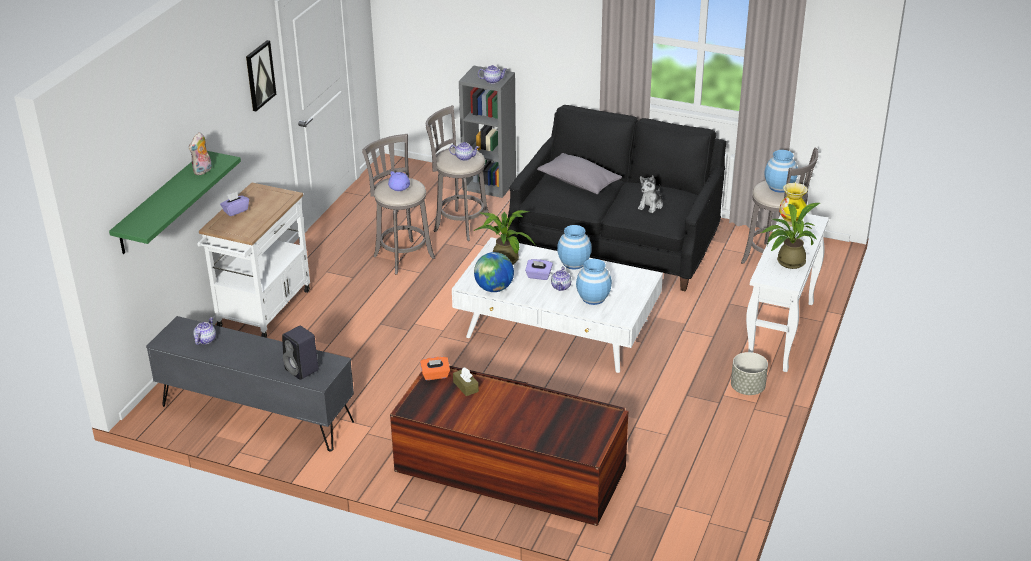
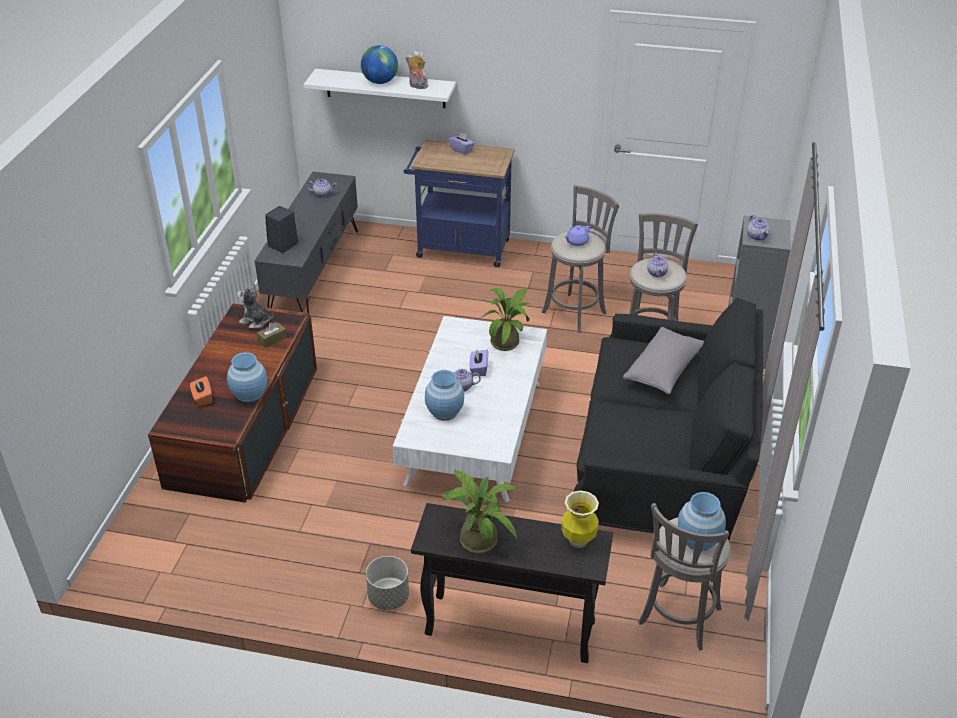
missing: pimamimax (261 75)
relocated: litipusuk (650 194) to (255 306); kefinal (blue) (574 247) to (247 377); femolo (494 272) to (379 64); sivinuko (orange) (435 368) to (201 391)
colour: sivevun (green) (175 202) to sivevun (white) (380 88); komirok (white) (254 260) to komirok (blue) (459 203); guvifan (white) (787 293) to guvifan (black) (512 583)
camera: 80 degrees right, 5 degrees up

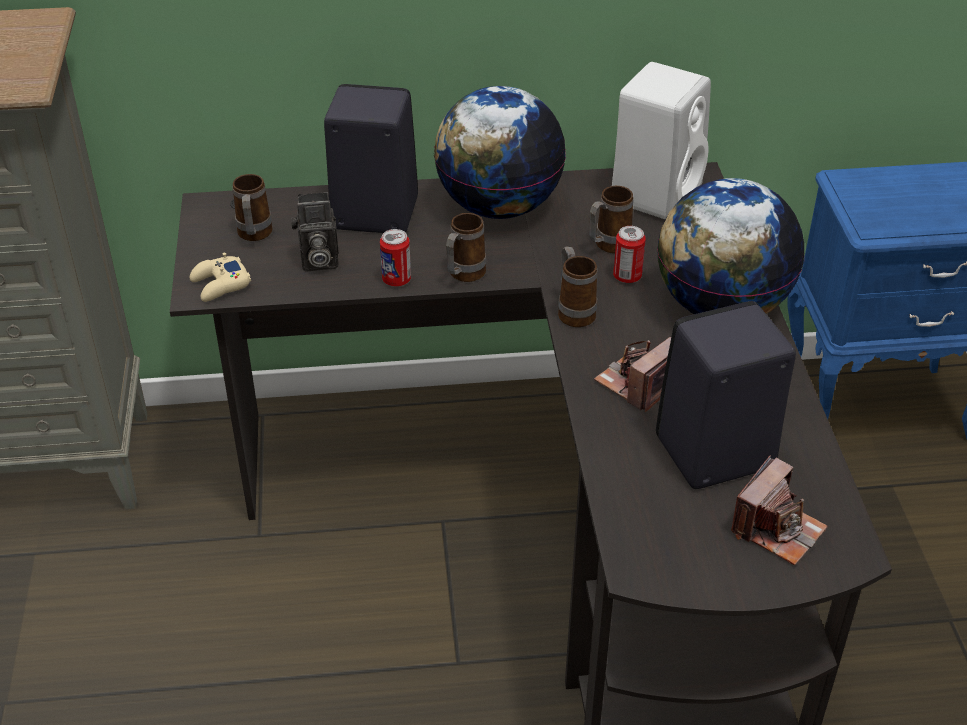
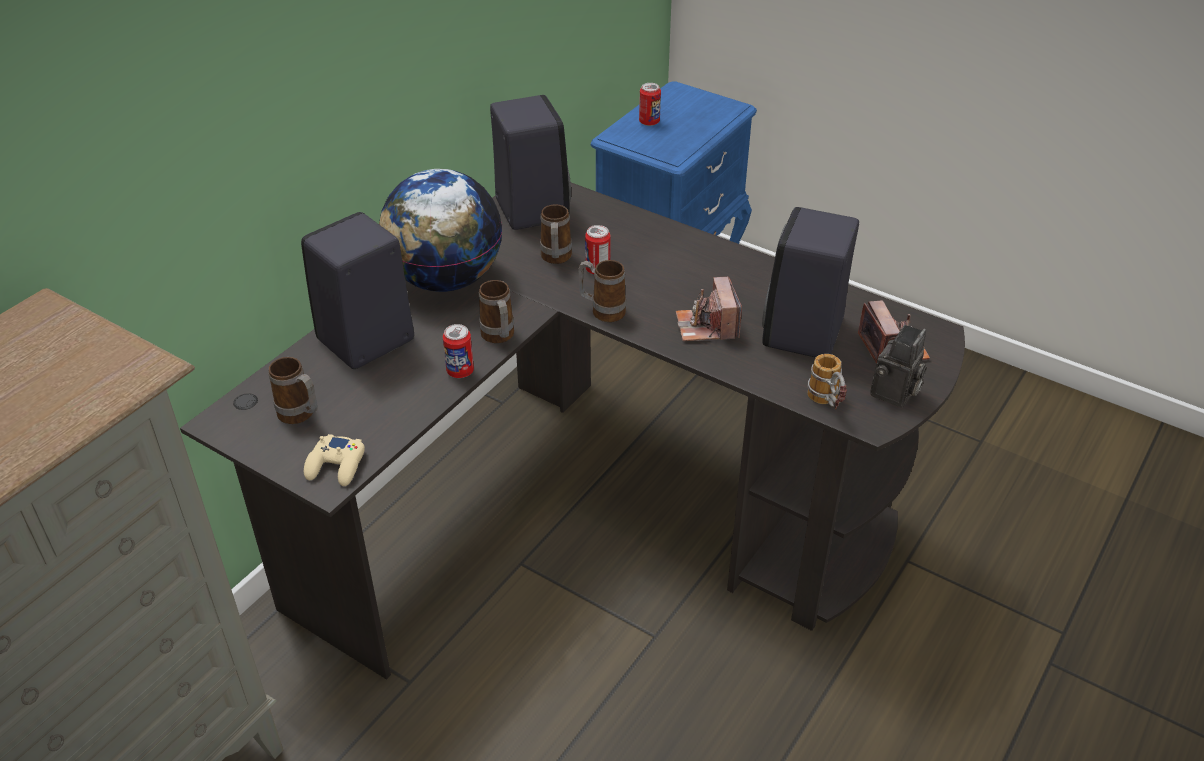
missing: femolo (730 246)
appeared: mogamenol (650 104); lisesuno (827 382)
relocated: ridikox (315 231) to (898 366)
colour: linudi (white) (661 141) to linudi (black) (530 162)
camera: 50 degrees left, 0 degrees up

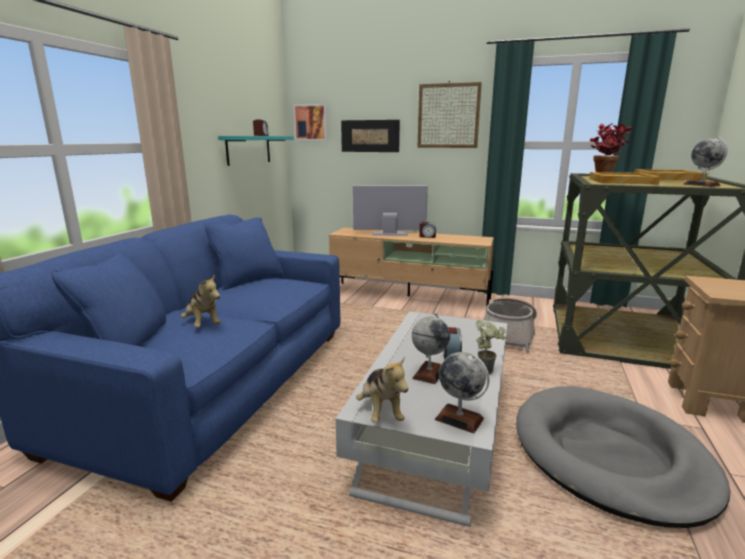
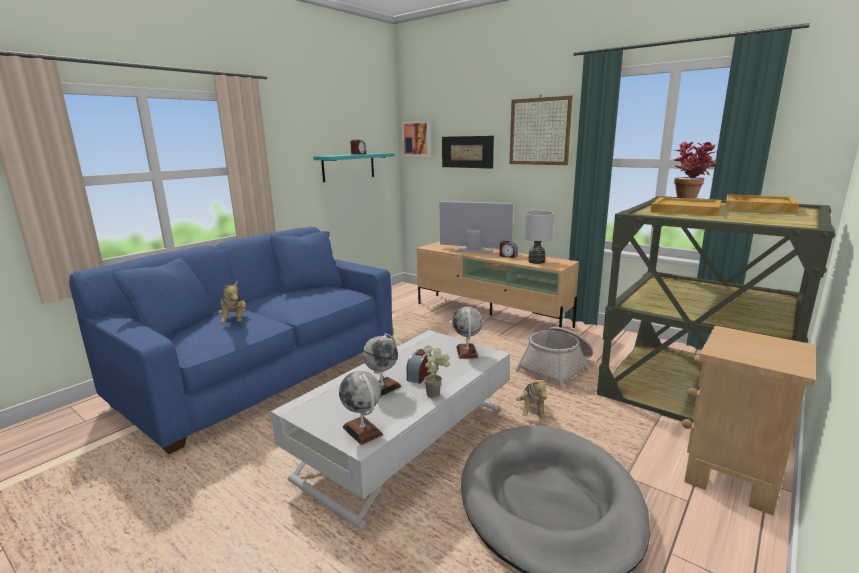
appeared: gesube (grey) (538 237)
relocated: femolo (706 162) to (467 333); litipusuk (382 389) to (531 397)
camera: 20 degrees right, 0 degrees up

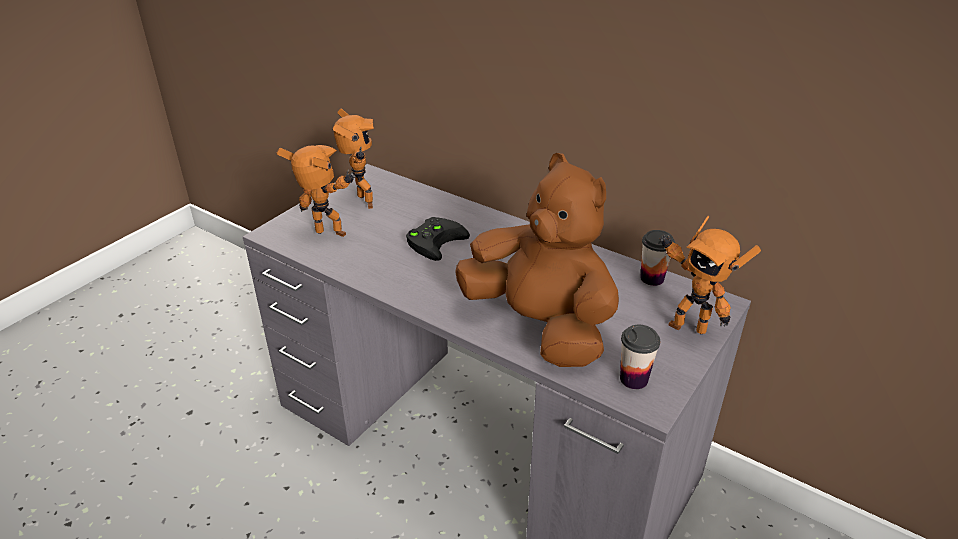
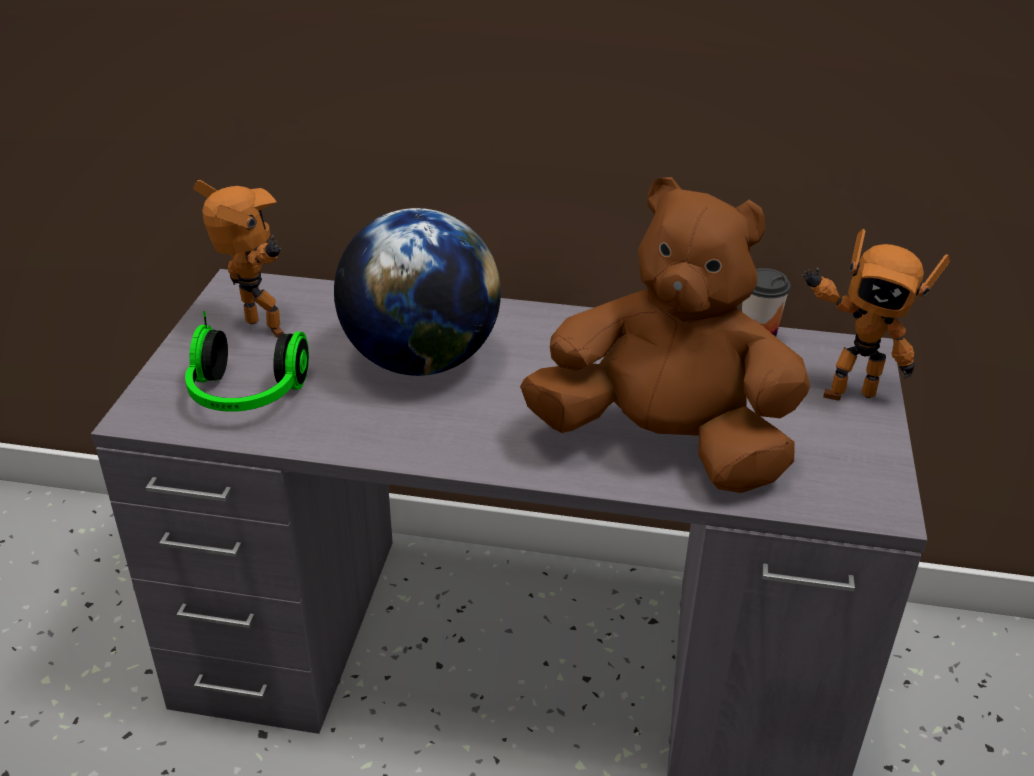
missing: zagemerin (640 357)
exchanged: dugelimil (316 191) to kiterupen (247 361); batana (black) (438 239) to femolo (417 292)
camera: 25 degrees left, 0 degrees up

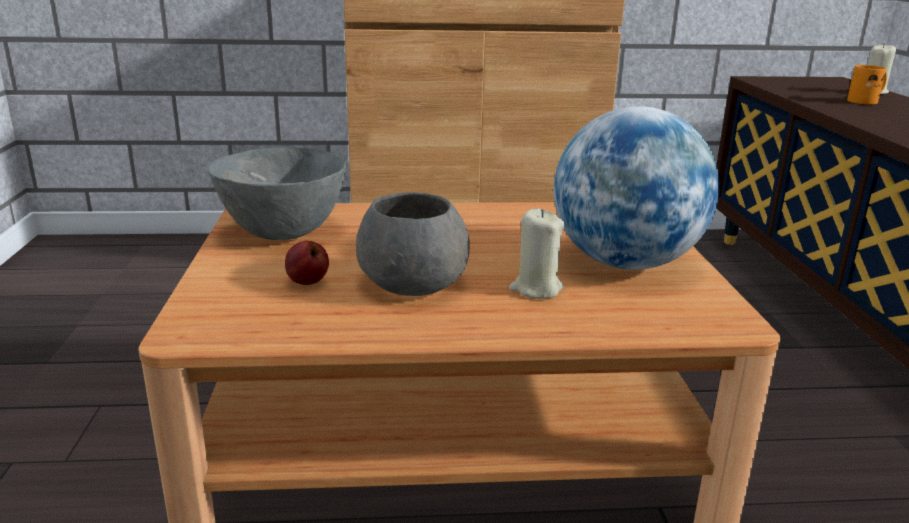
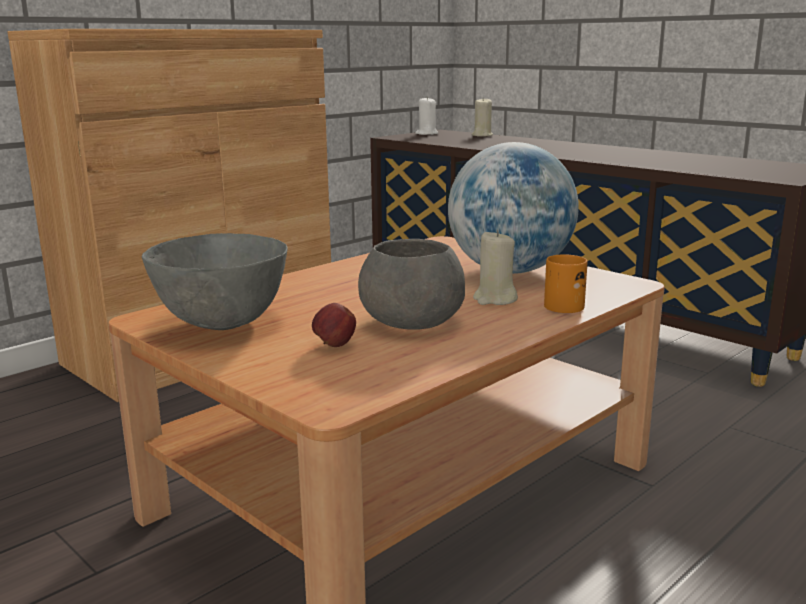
appeared: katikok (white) (426 115)
relocated: lisesuno (orange) (867 84) to (565 283)
camera: 40 degrees left, 5 degrees down

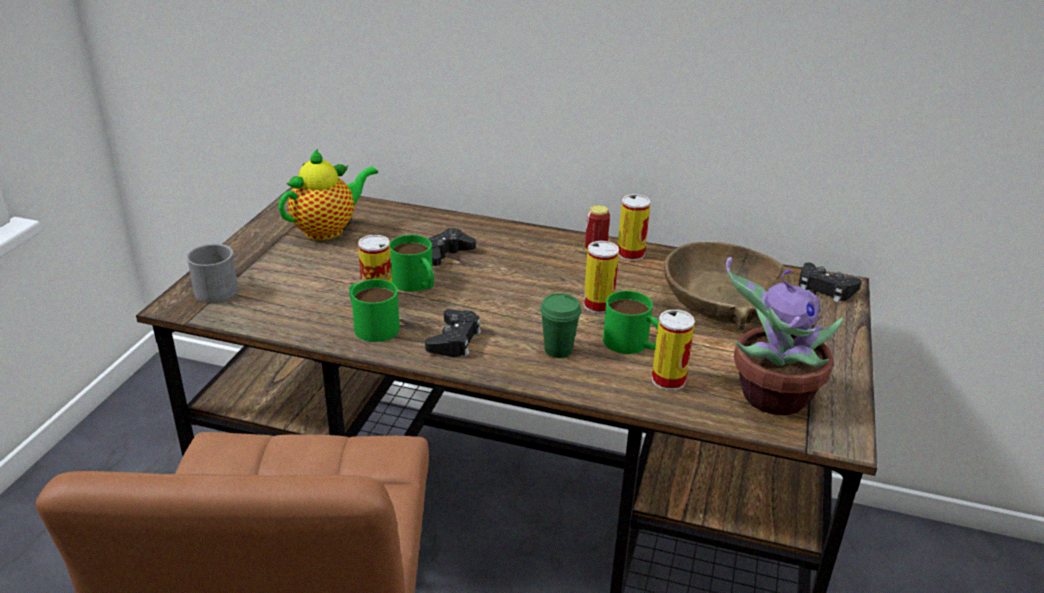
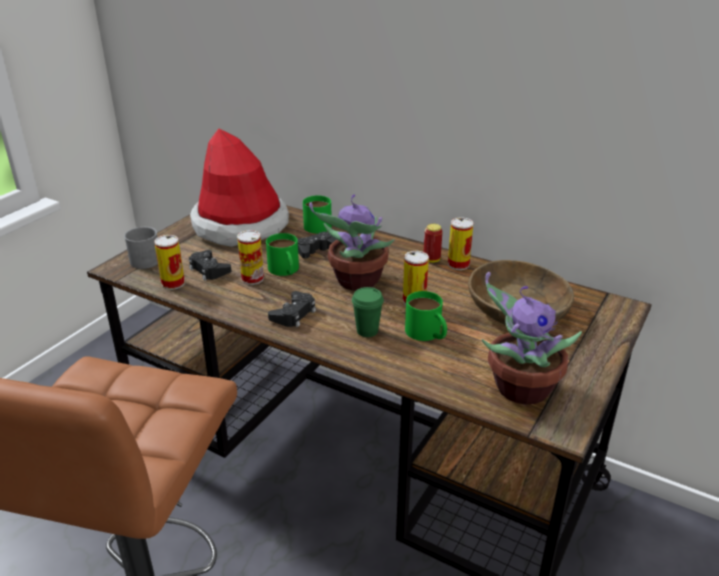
appeared: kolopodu (352 243)
relocated: batana (black) (830 283) to (210 265); lisesuno (green) (374 310) to (317 214); mogamenol (673 350) to (169 262)
exchanged: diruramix (328 194) to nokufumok (239 188)
camera: 15 degrees right, 0 degrees up

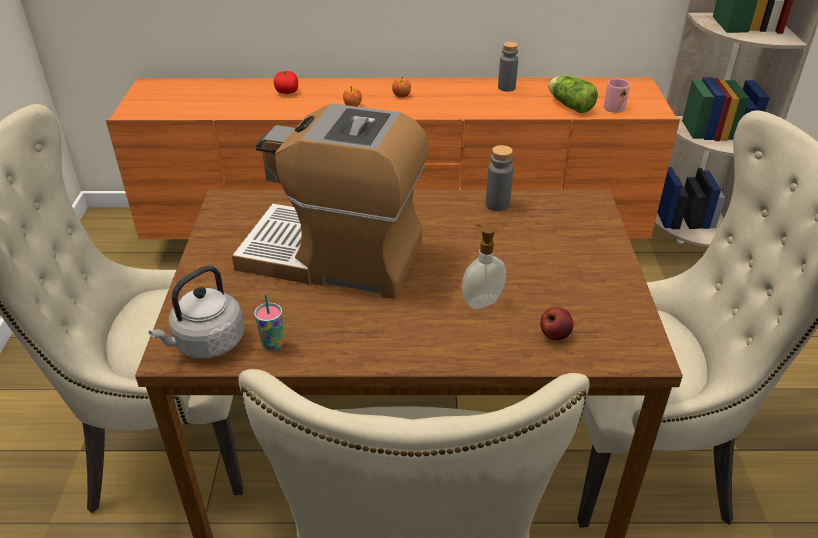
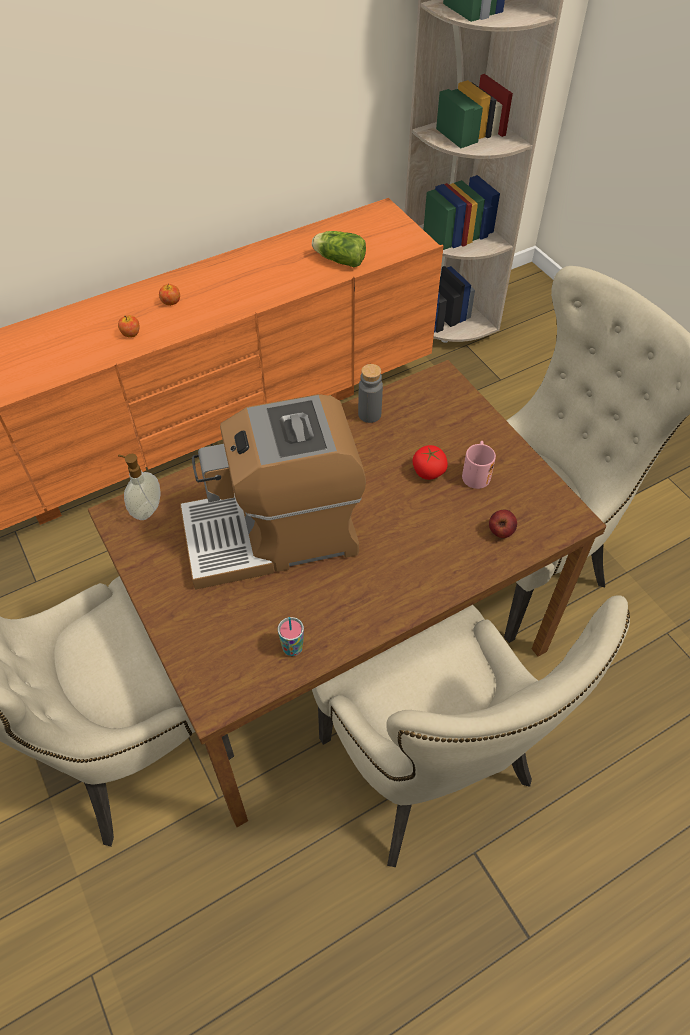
missing: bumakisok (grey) (508 66); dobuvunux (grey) (196 312)
relocated: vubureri (286 82) to (430 462); lisesuno (pink) (617 96) to (479 465); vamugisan (484 266) to (139 487)
camera: 30 degrees left, 15 degrees up

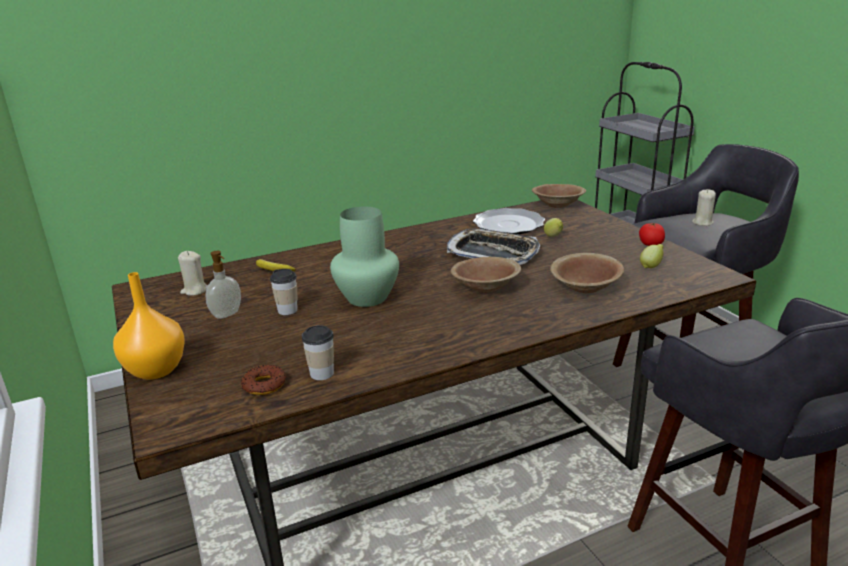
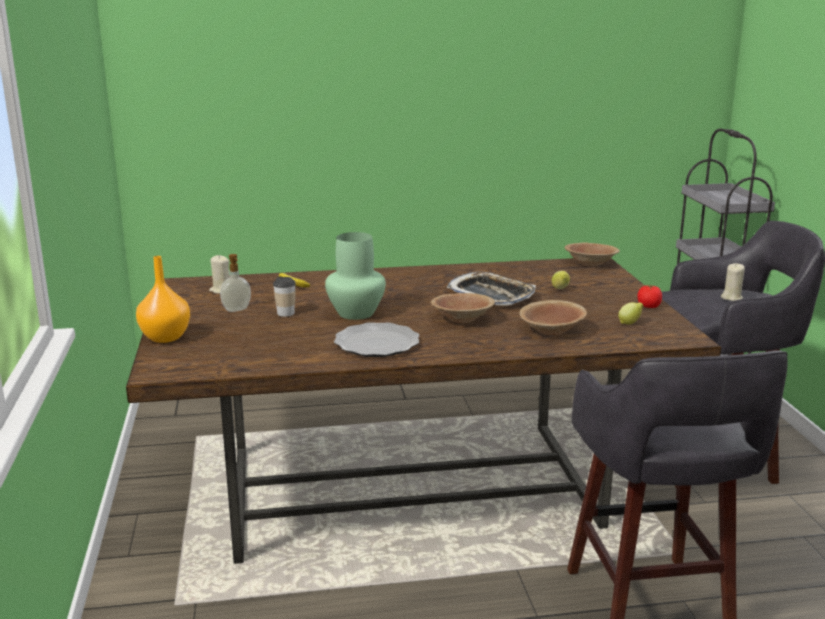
missing: zagemerin (318 352); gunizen (263 380)
relocated: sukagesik (509 221) to (376 339)
camera: 15 degrees right, 5 degrees down

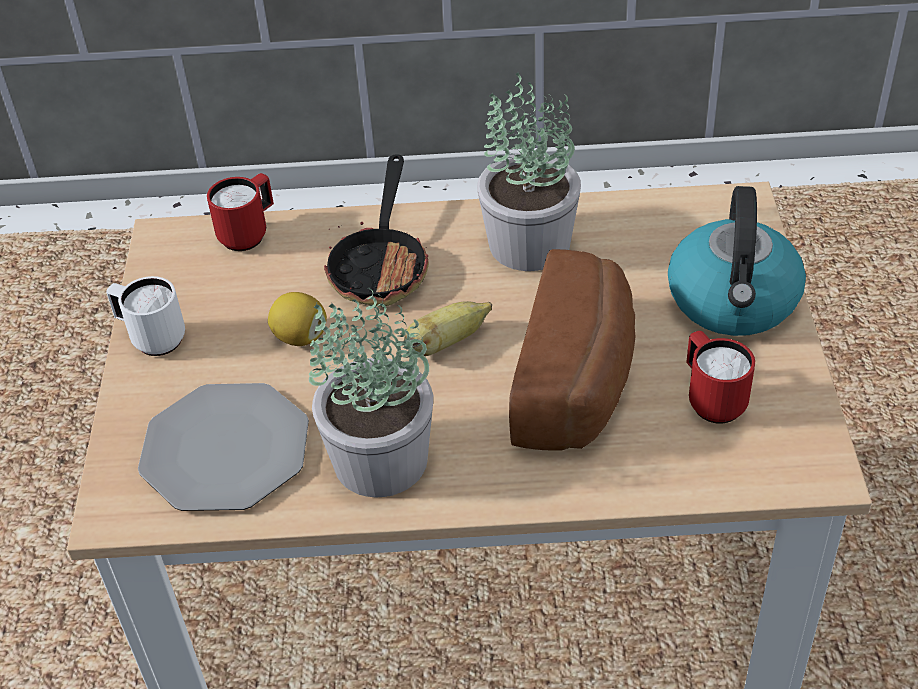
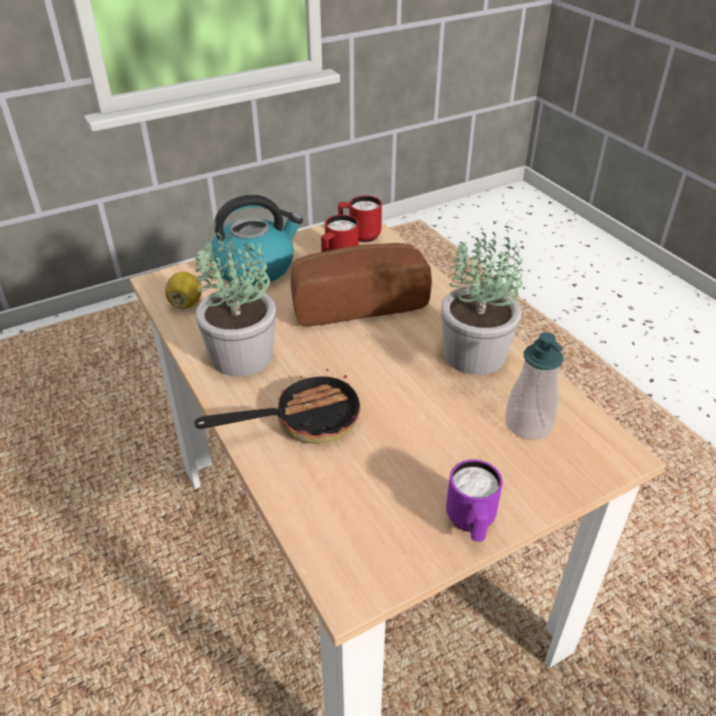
missing: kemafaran (448 328)
relocated: lisesuno (red) (240 212) to (360 219); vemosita (297 319) to (183 290)
exchanged: sukagesik (223 447) to vamugisan (534 386)
colour: lisesuno (white) (145 316) to lisesuno (purple) (474 500)
camera: 120 degrees left, 5 degrees down

